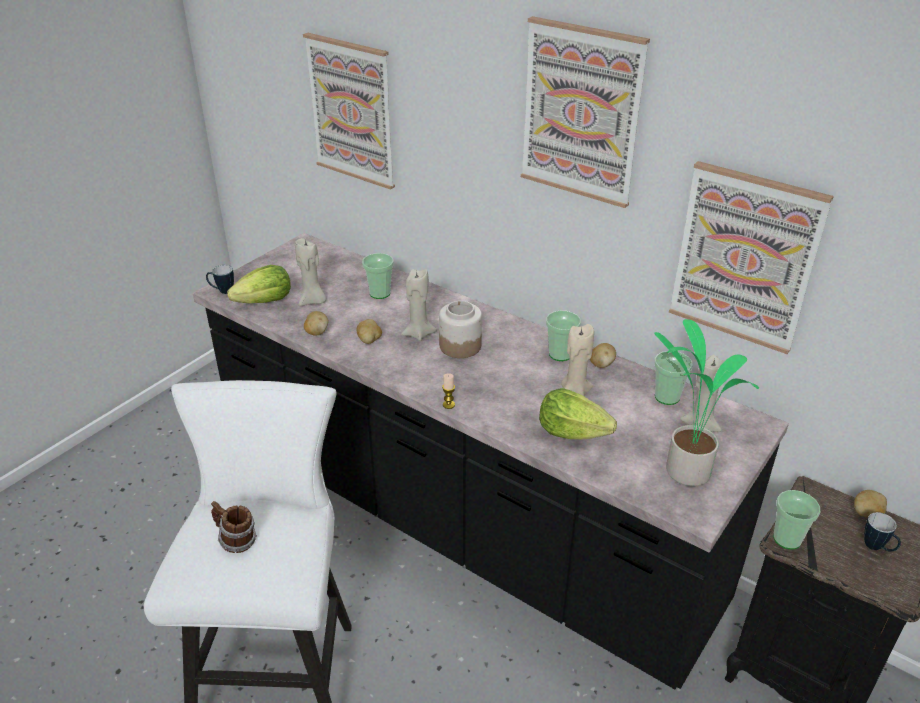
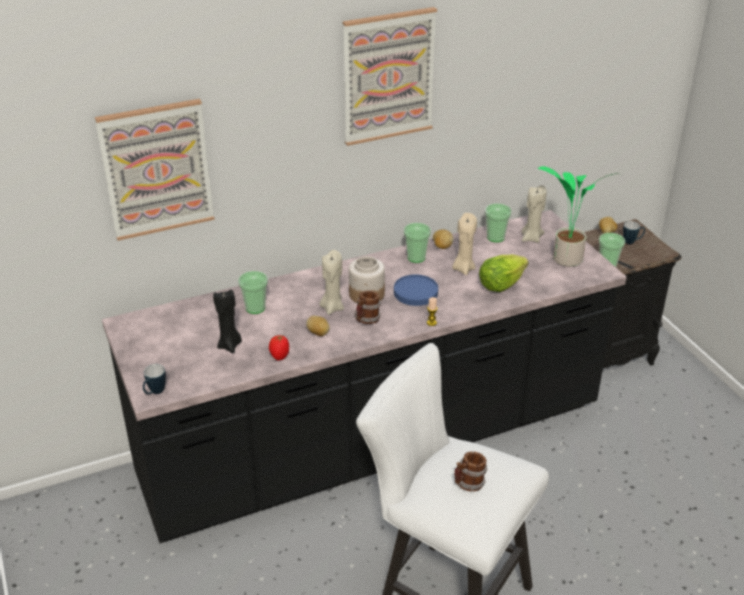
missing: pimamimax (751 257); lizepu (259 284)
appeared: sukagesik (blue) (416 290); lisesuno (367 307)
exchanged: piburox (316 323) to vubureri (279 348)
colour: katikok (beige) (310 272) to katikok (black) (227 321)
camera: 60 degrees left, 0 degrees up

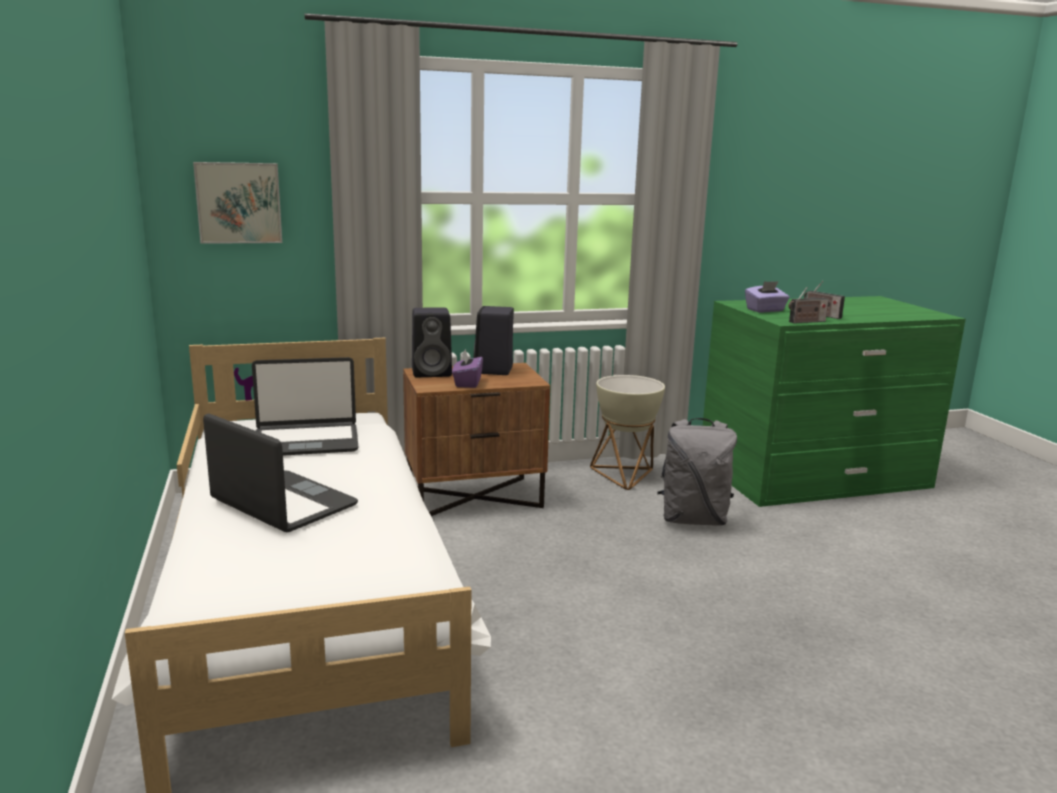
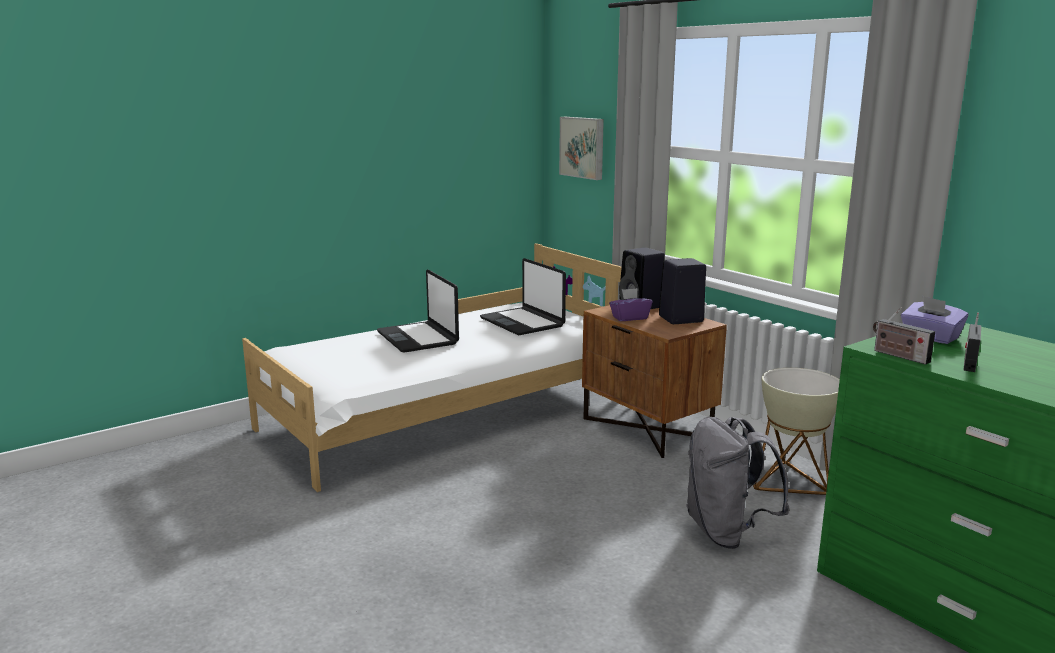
spun: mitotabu (280 472) = (418 311) 135 degrees clockwise
camera: 70 degrees right, 0 degrees up

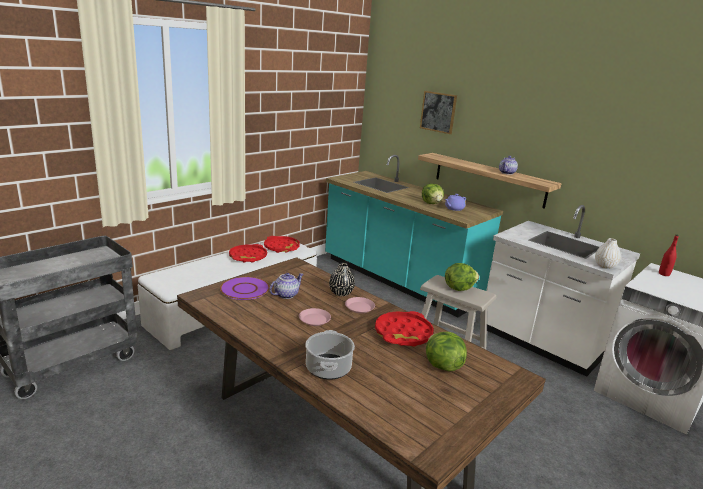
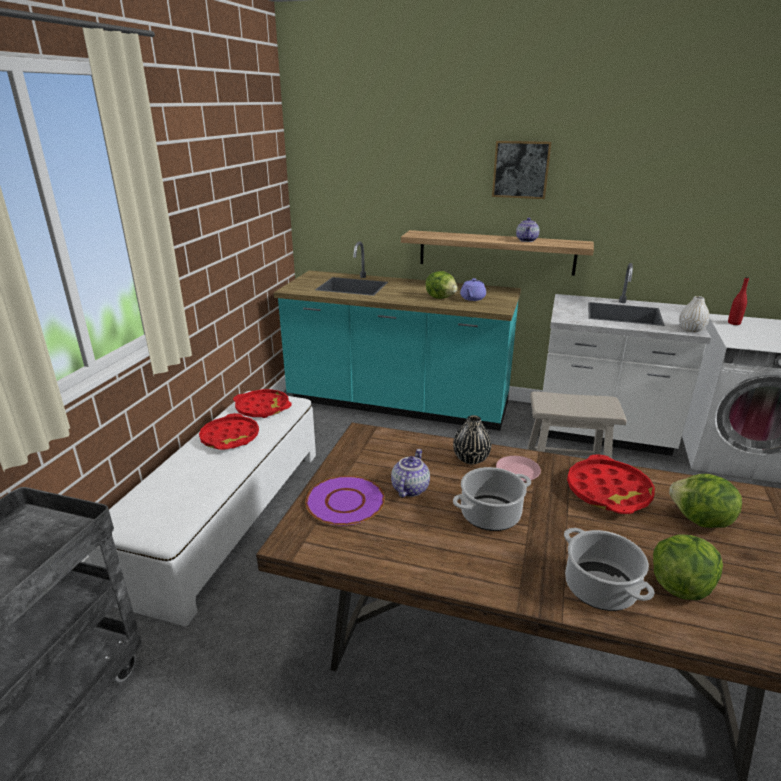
relocated: pimamimax (438 112) to (522 170); lizepu (462 277) to (688 567)
exchanged: sukagesik (pink) (315 317) to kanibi (492 499)
camera: 25 degrees left, 5 degrees up

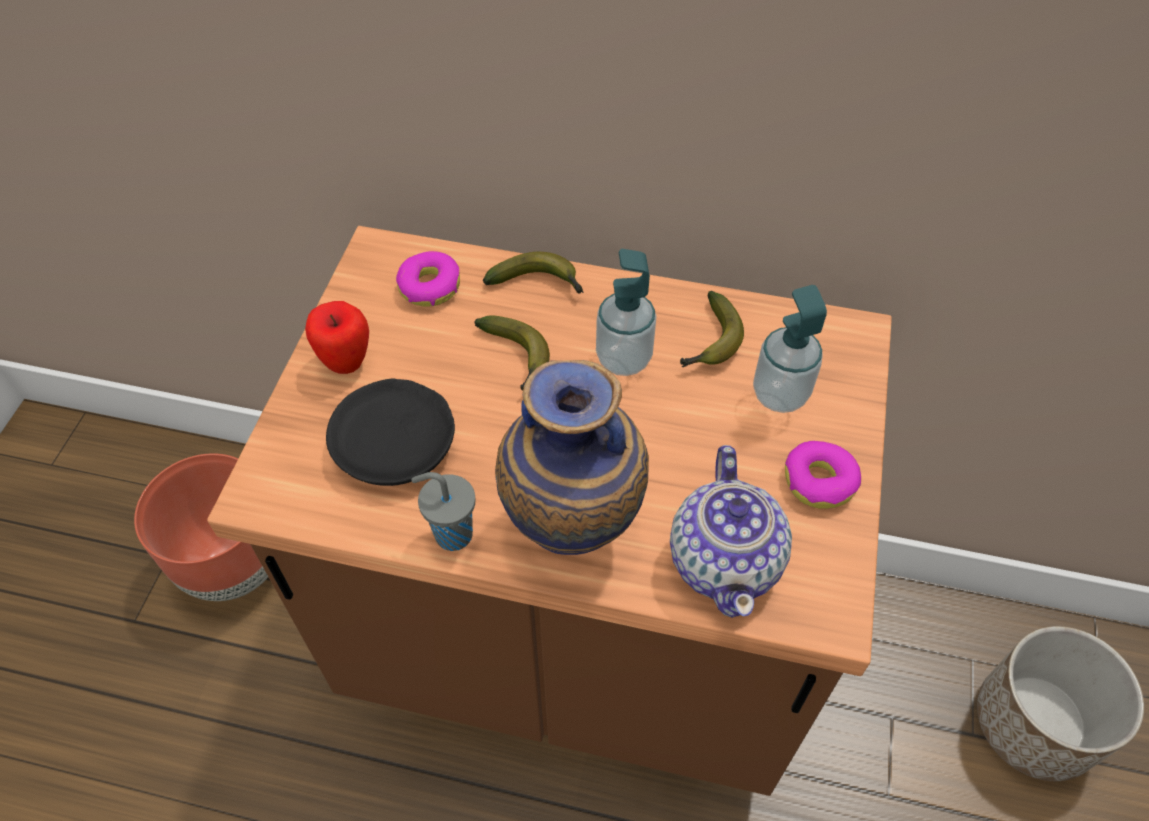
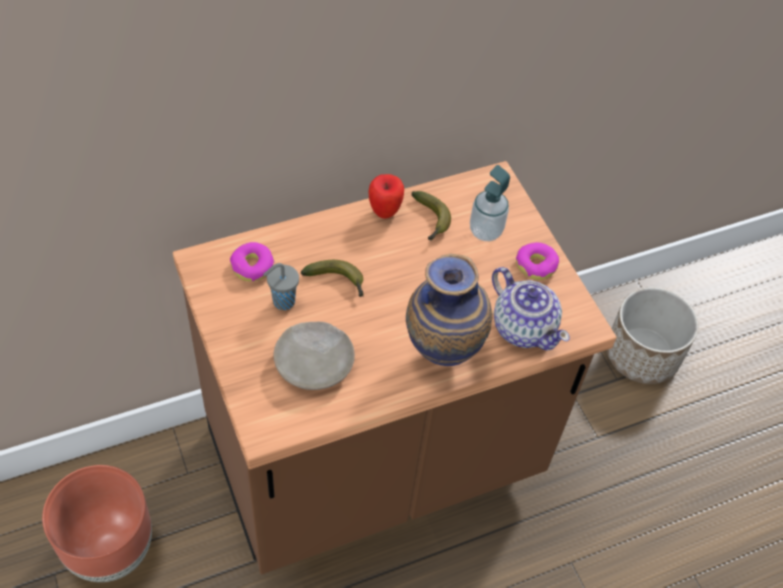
missing: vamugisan (626 312); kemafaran (533 273)
relocated: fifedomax (337 337) to (386 196); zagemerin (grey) (443 511) to (281 286)
colour: sukagesik (black) (390 432) to sukagesik (beige) (314 355)
camera: 40 degrees left, 0 degrees up

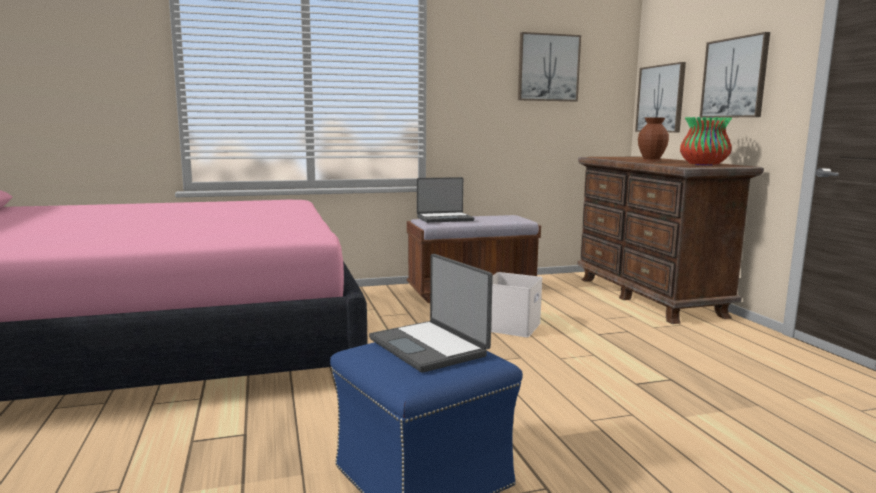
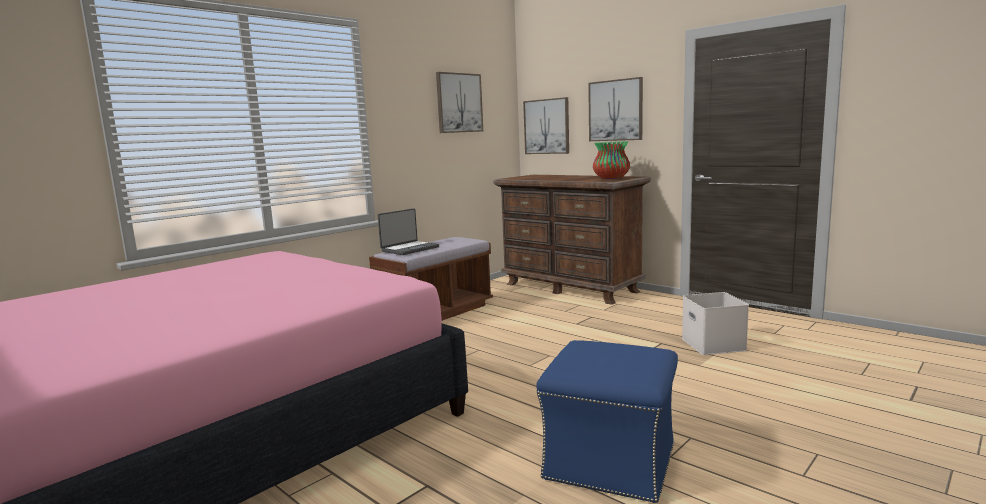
missing: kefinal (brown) (653 140); mitotabu (431 313)
relocated: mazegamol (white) (517 304) to (715 323)
camera: 30 degrees left, 0 degrees up

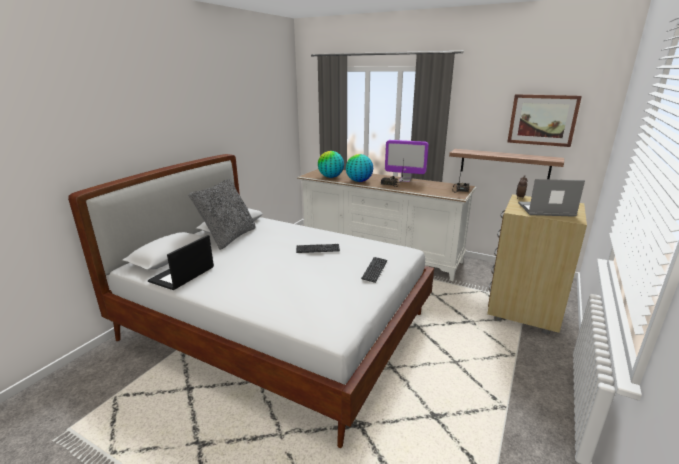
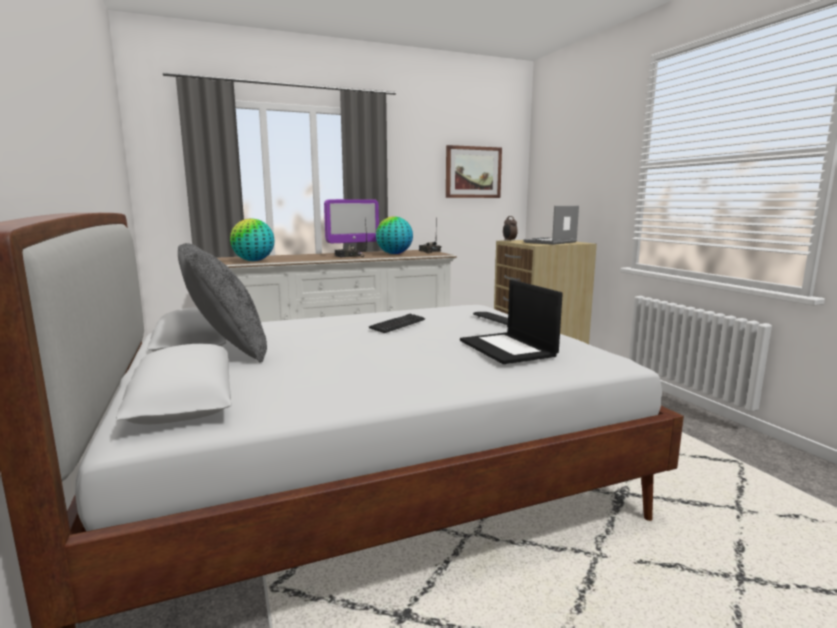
missing: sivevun (506 164)
relocated: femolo (359 168) to (394 235); mitotabu (181 262) to (511 322)
camera: 50 degrees left, 10 degrees down

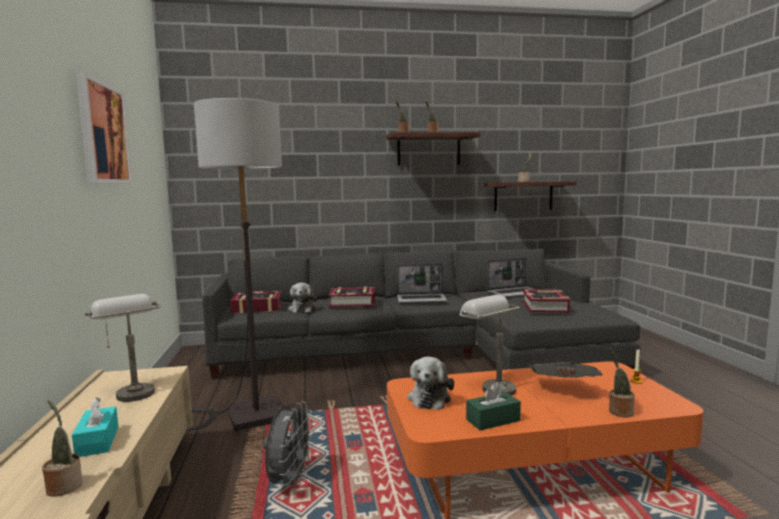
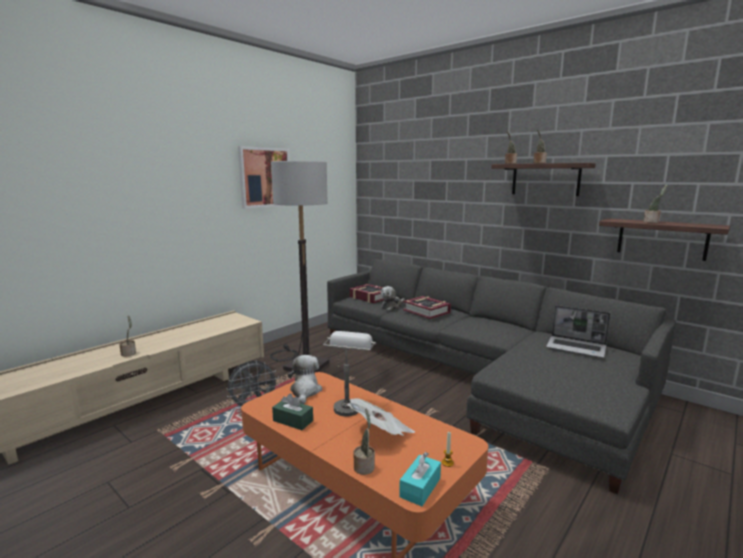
missing: mitotabu (422 283); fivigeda (546 301); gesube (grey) (123 348)
relocated: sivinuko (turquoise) (95 427) to (420 479)
spun: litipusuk (430 383) = (305 379) 120 degrees clockwise
camera: 50 degrees right, 5 degrees up

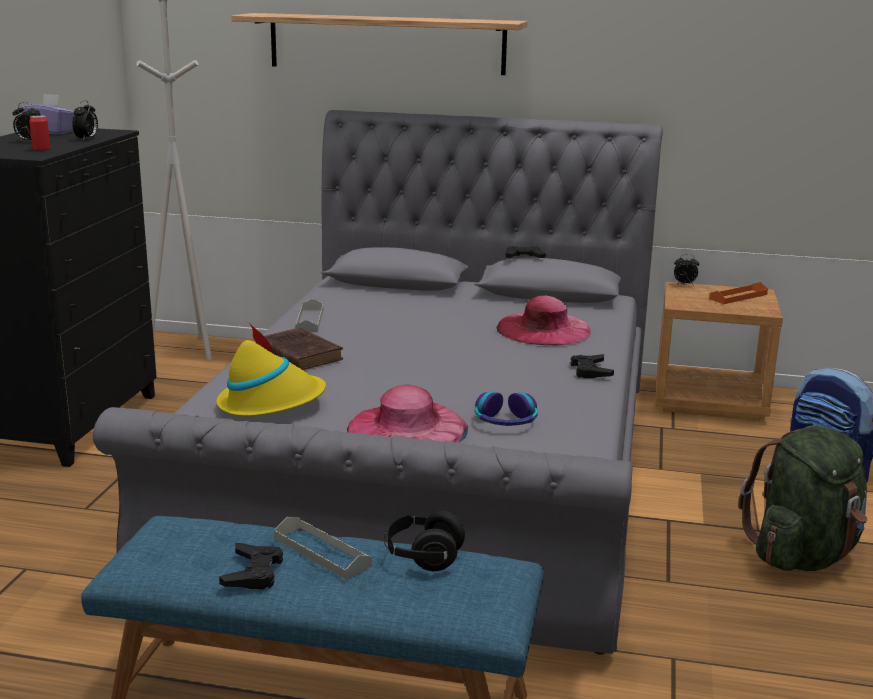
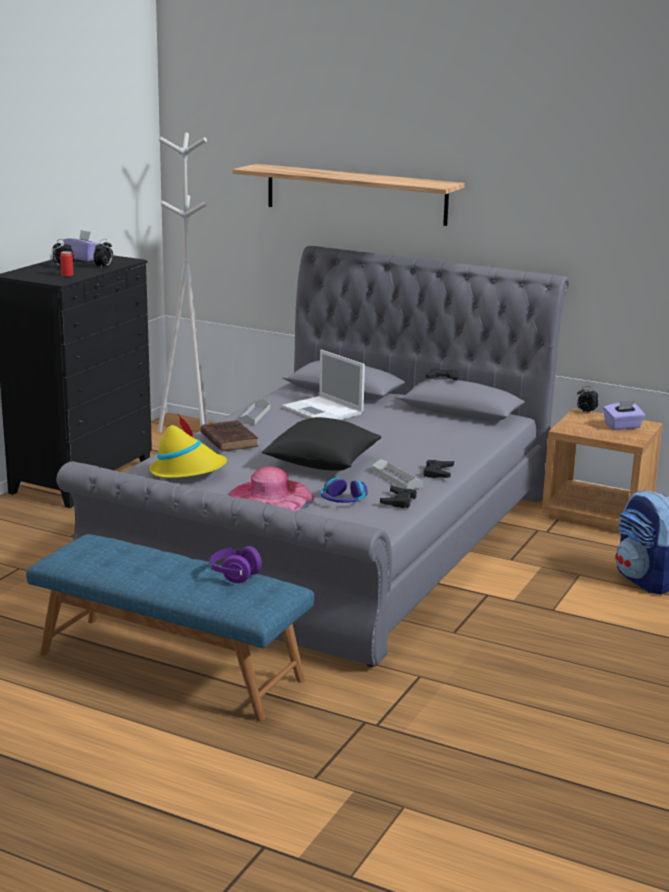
missing: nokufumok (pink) (543 320); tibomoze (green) (803 498)
appeared: mitotabu (323 385); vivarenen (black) (321 444)
relocated: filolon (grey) (323 548) to (397 474); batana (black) (251 566) to (398 496)
exchanged: filolon (orange) (738 293) to sivinuko (purple) (624 415)
colour: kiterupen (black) (424 540) to kiterupen (purple) (236 564)
camera: 15 degrees right, 0 degrees up

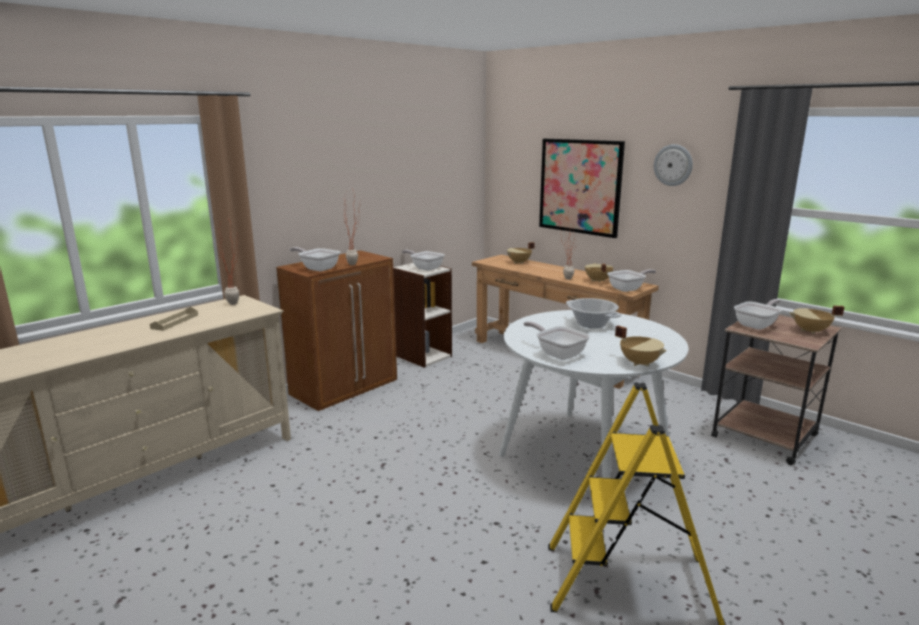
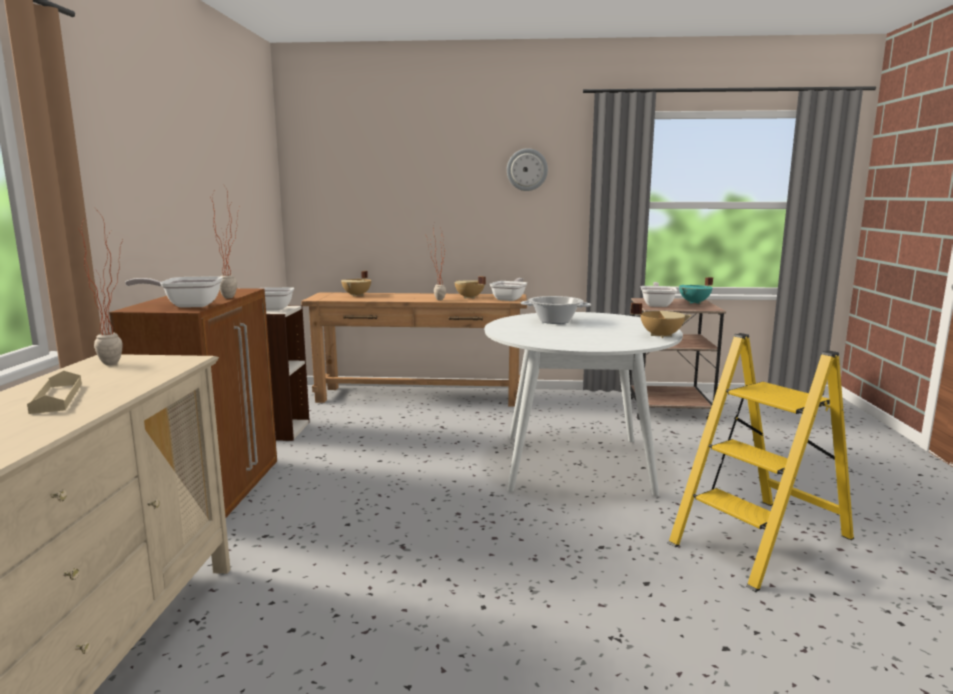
missing: pimamimax (582 188); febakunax (557 340)
colour: kanibi (beige) (817 319) to kanibi (turquoise) (696 290)
camera: 40 degrees left, 5 degrees down

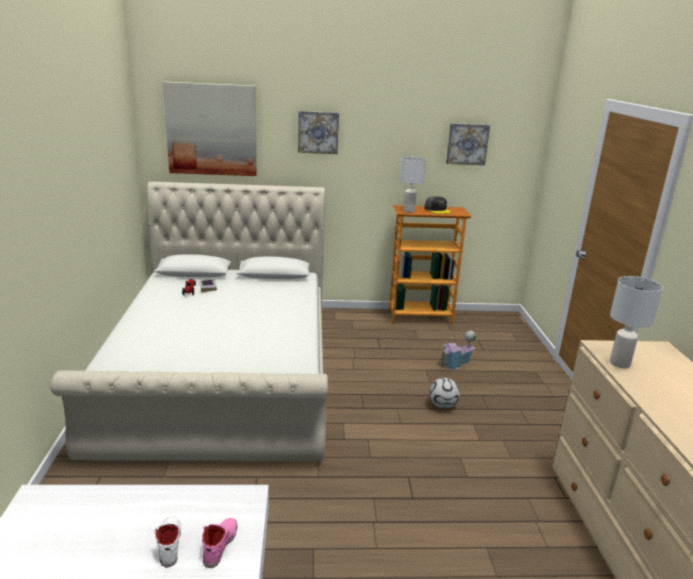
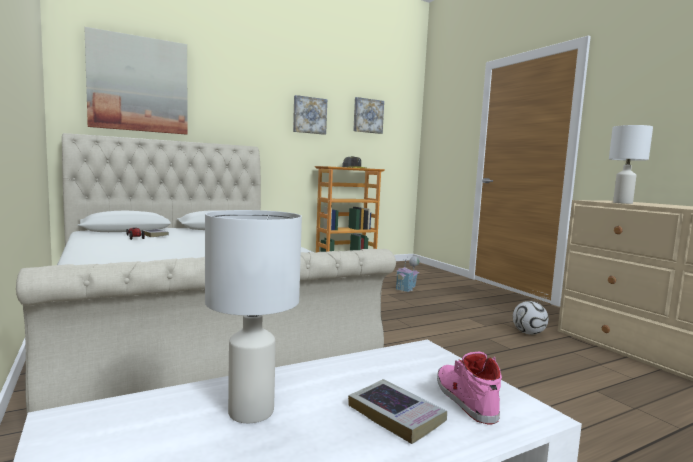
relocated: pimamimax (318 132) to (310 115); gesube (white) (413 185) to (253 316); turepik (444 393) to (531 318)
exchanged: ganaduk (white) (167 541) to fivigeda (397 411)
camera: 25 degrees left, 15 degrees down

